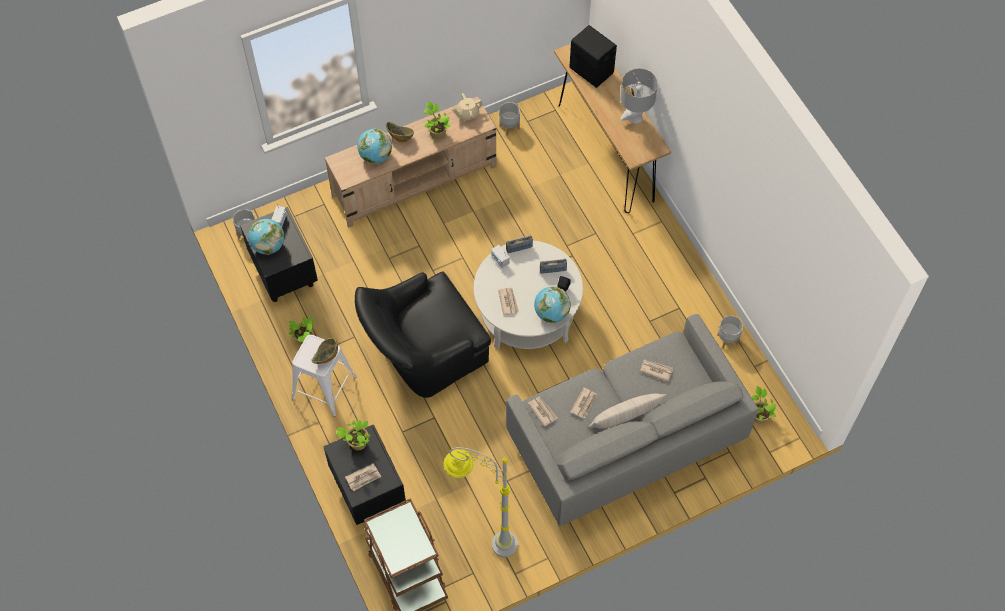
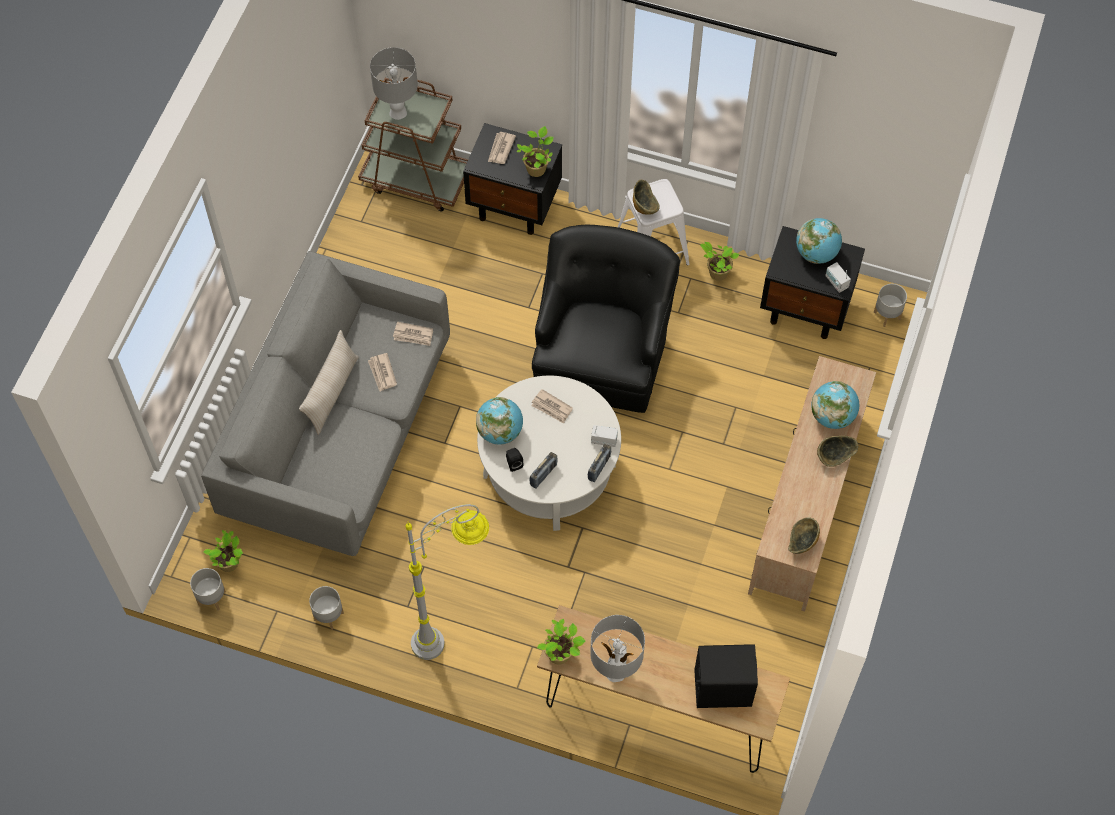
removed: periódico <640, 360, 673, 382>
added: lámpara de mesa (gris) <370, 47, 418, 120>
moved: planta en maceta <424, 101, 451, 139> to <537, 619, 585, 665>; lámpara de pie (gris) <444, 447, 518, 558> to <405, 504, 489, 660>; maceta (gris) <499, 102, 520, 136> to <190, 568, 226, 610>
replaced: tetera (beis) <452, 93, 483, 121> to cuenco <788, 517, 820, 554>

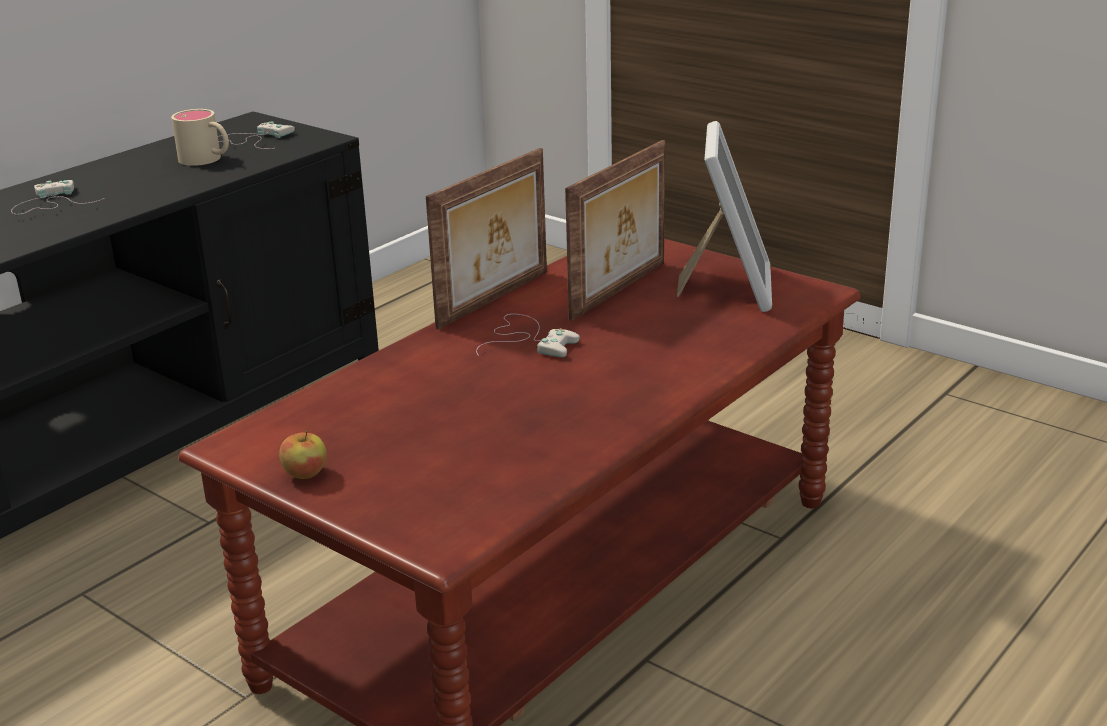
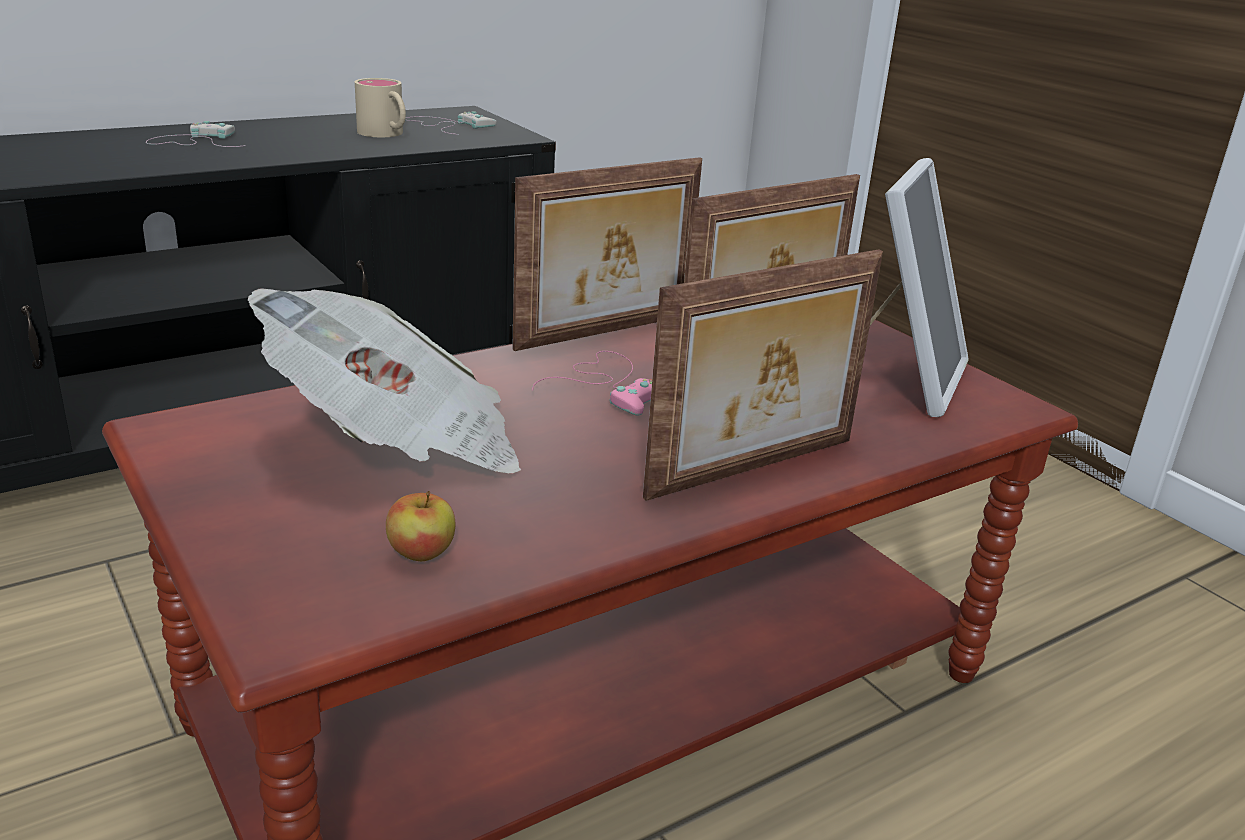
added: periódico <248, 288, 521, 473>; portarretratos <643, 249, 883, 501>
moved: manzana <279, 429, 327, 479> to <386, 491, 455, 561>
recoloured: mando de consola (blanco) <476, 314, 580, 357> to mando de consola (rosa) <532, 351, 652, 416>

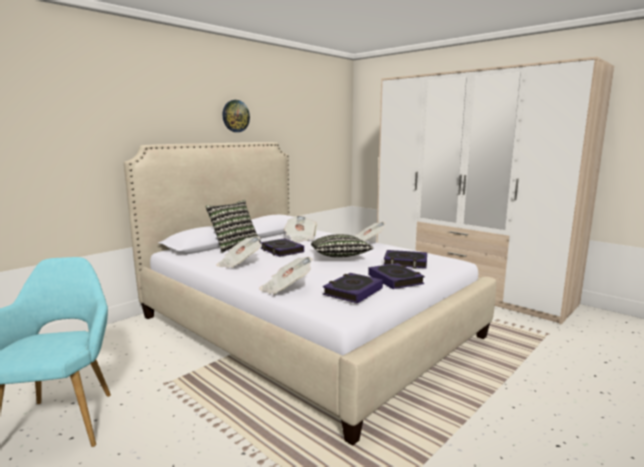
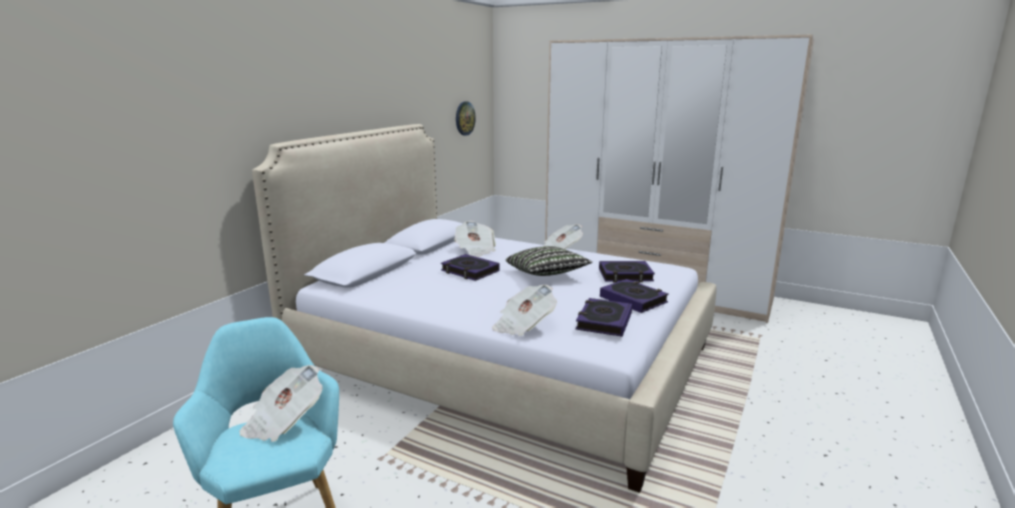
removed: cojín <205, 200, 261, 253>
moved: periódico <216, 236, 261, 268> to <239, 365, 323, 442>; reloj de pared <223, 100, 250, 132> to <456, 101, 476, 136>

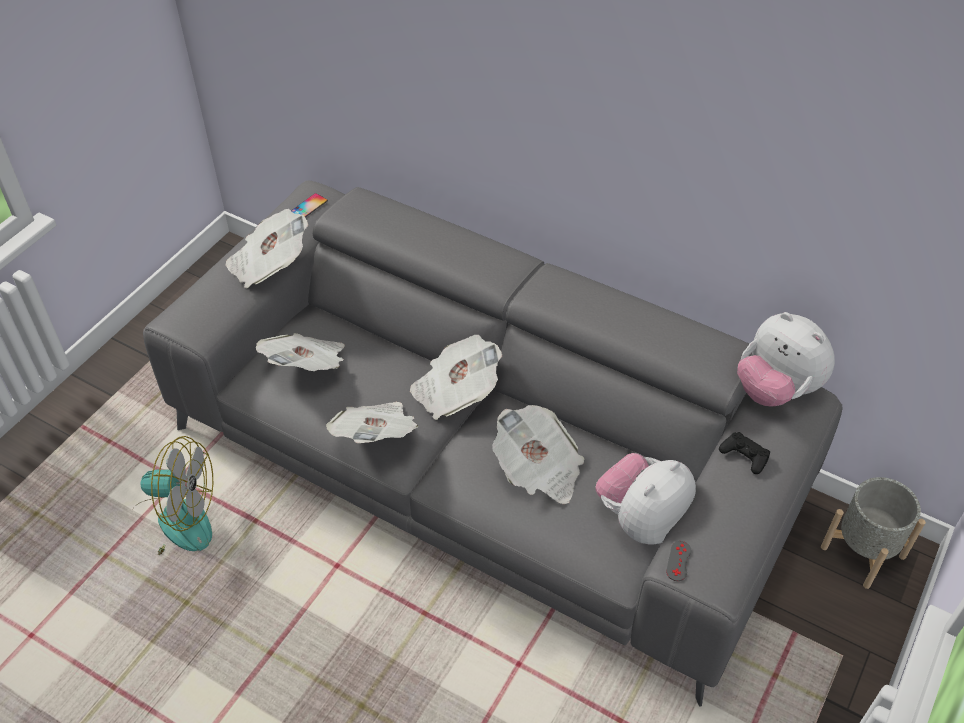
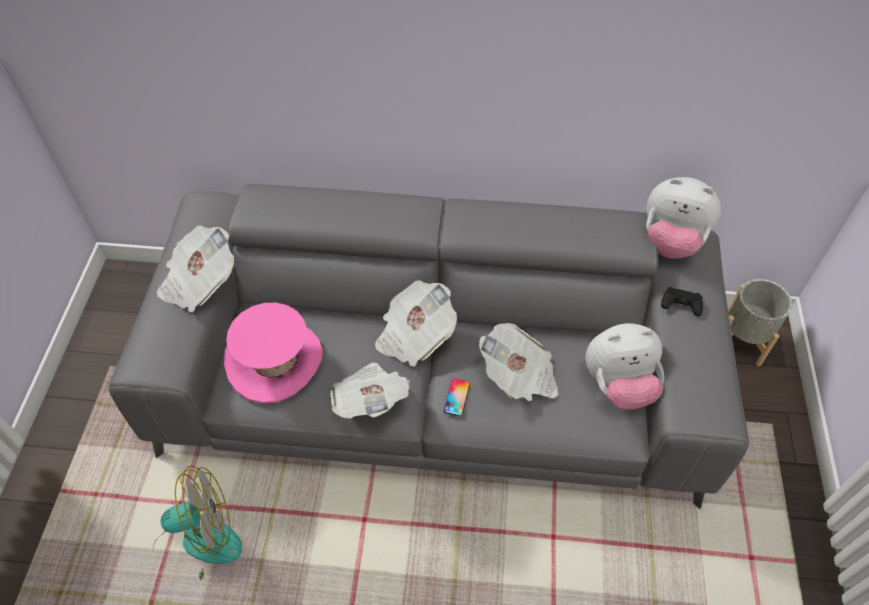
removed: mando de consola (gris) <666, 541, 692, 581>
moved: móvil <291, 193, 328, 217> to <444, 379, 470, 416>
replaced: periódico <256, 333, 345, 371> to sombrero (rosa) <224, 303, 323, 404>
turned: peluche <595, 453, 696, 544> = <585, 323, 664, 410> 120 degrees counterclockwise

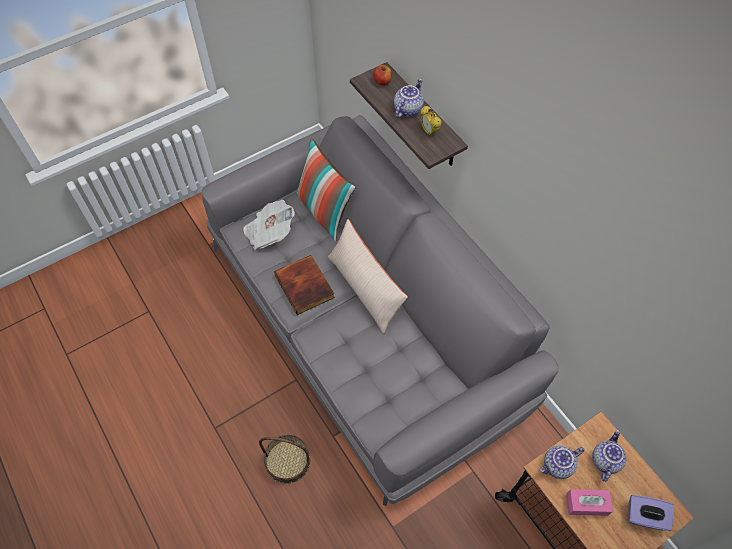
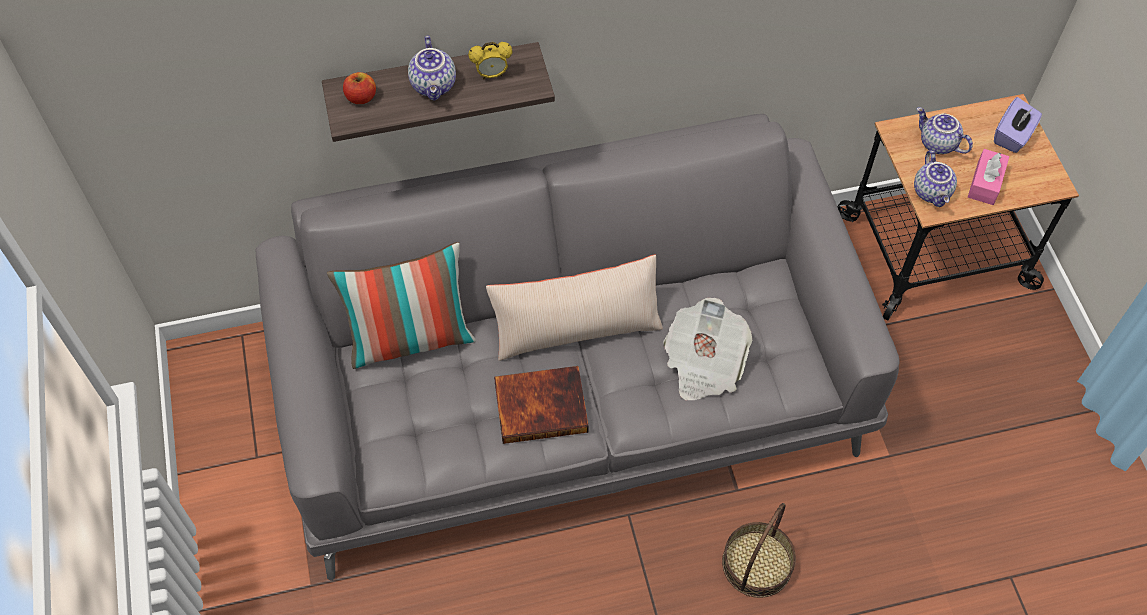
moved: periódico <243, 200, 295, 250> to <663, 298, 753, 401>
turned: tetera <394, 79, 424, 118> = <408, 36, 456, 101> 150 degrees counterclockwise

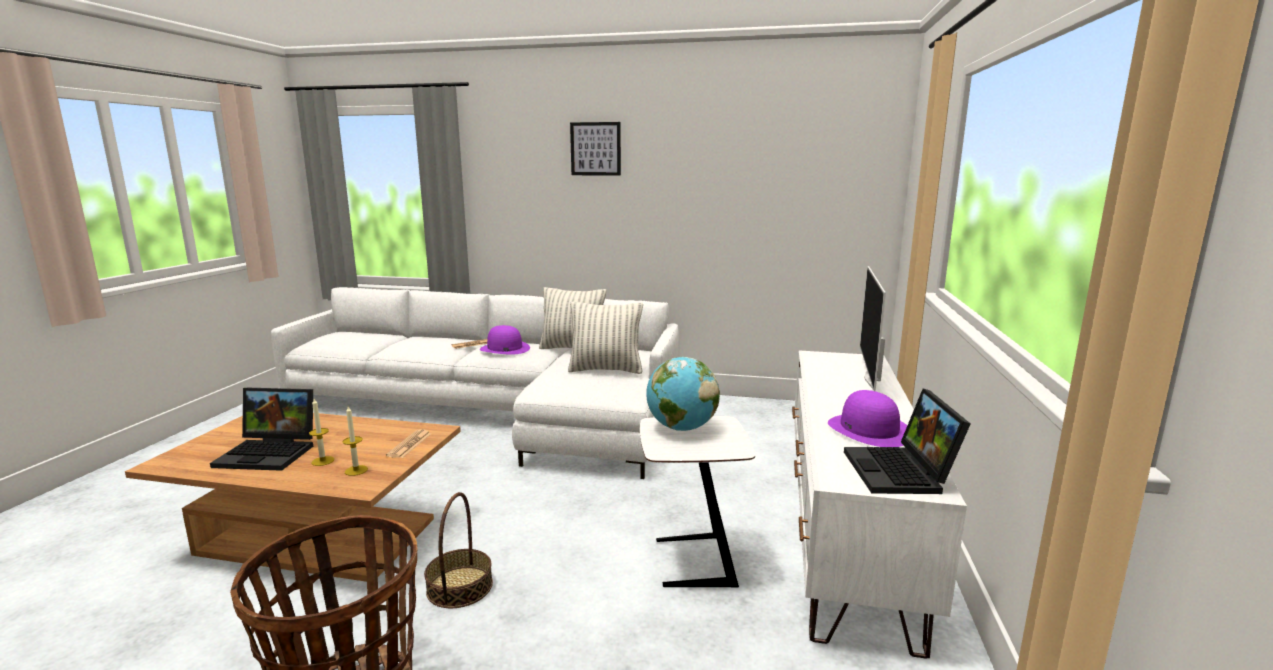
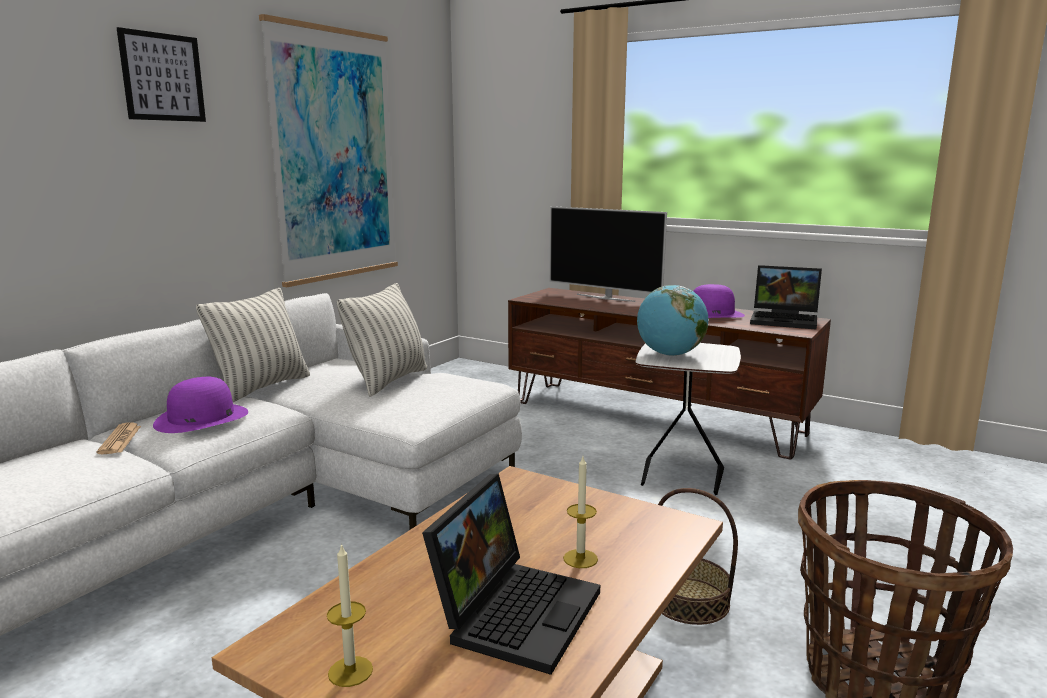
removed: periódico <386, 429, 431, 458>
added: cuadro <259, 14, 398, 287>
moved: vela <342, 406, 368, 476> to <327, 543, 373, 687>
recoloured: mueble de televisión (blanco) <792, 351, 967, 659> to mueble de televisión (marrón) <508, 288, 831, 460>

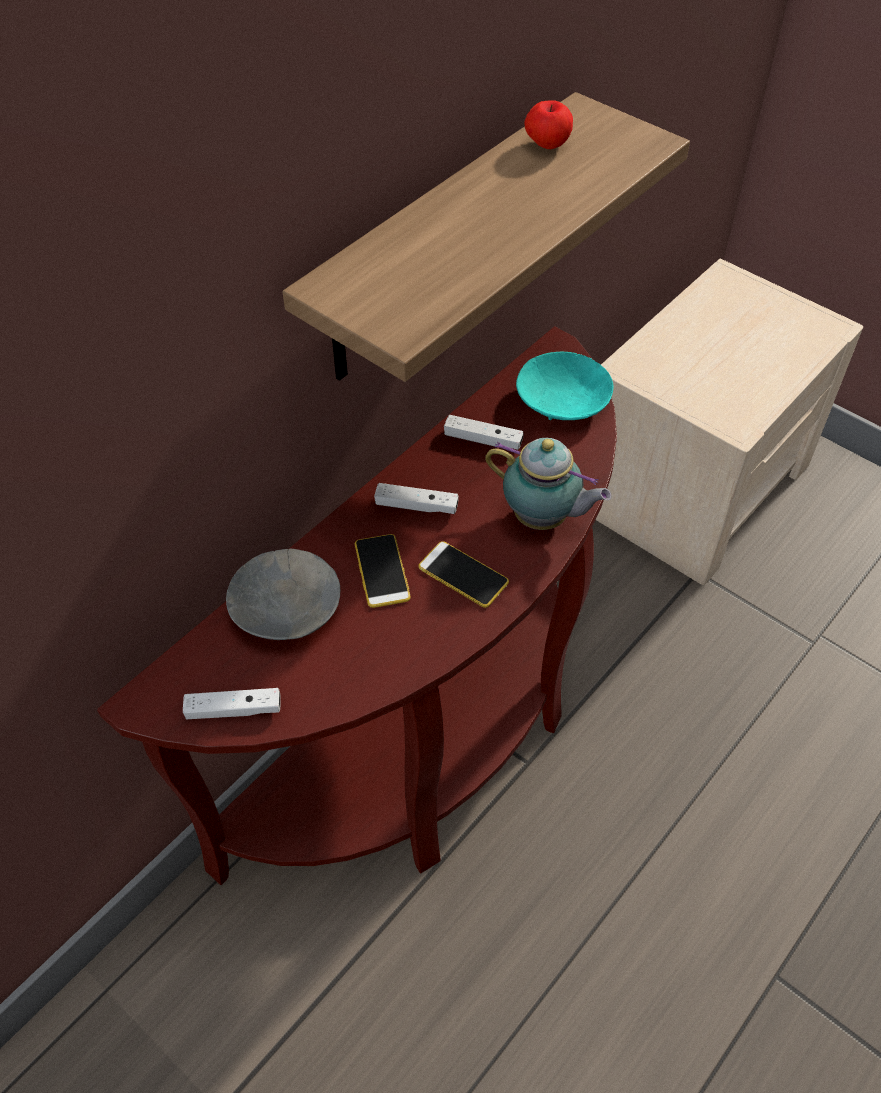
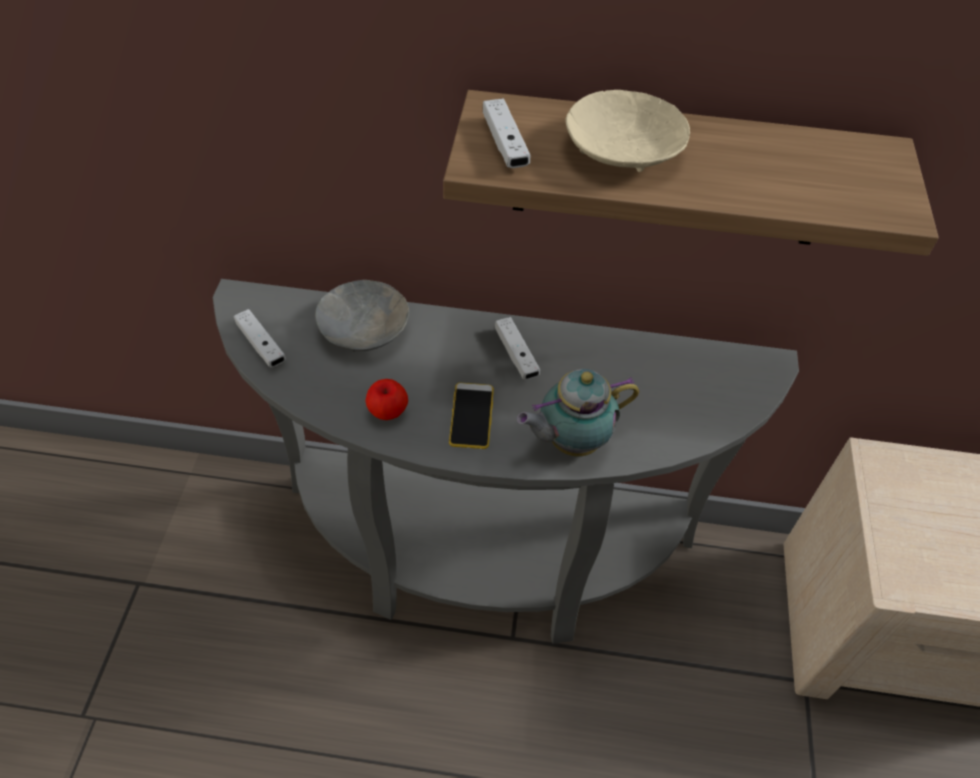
removed: móvil <355, 534, 411, 608>; cuenco (turquesa) <516, 352, 613, 420>
added: cuenco (beis) <565, 90, 690, 172>
moved: mando de consola (blanco) <444, 415, 523, 450> to <483, 99, 530, 168>; manzana <524, 100, 573, 149> to <365, 379, 408, 420>
recoloured: mesa consola (marrón) <97, 326, 617, 885> to mesa consola (gris) <213, 279, 799, 644>
turned: tetera <485, 438, 612, 530> = <516, 369, 639, 457> 75 degrees clockwise

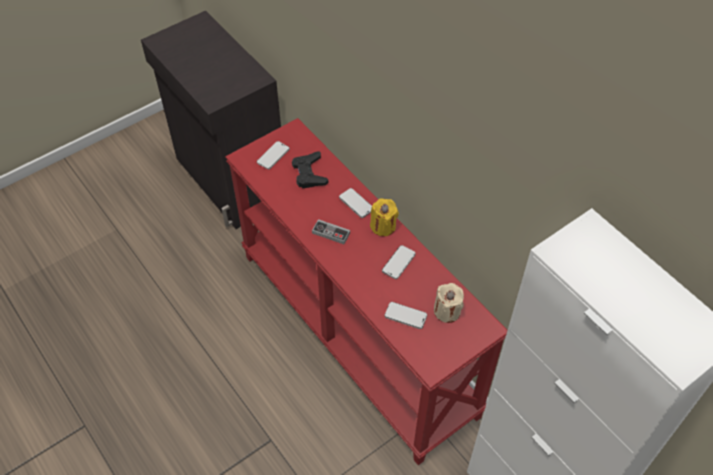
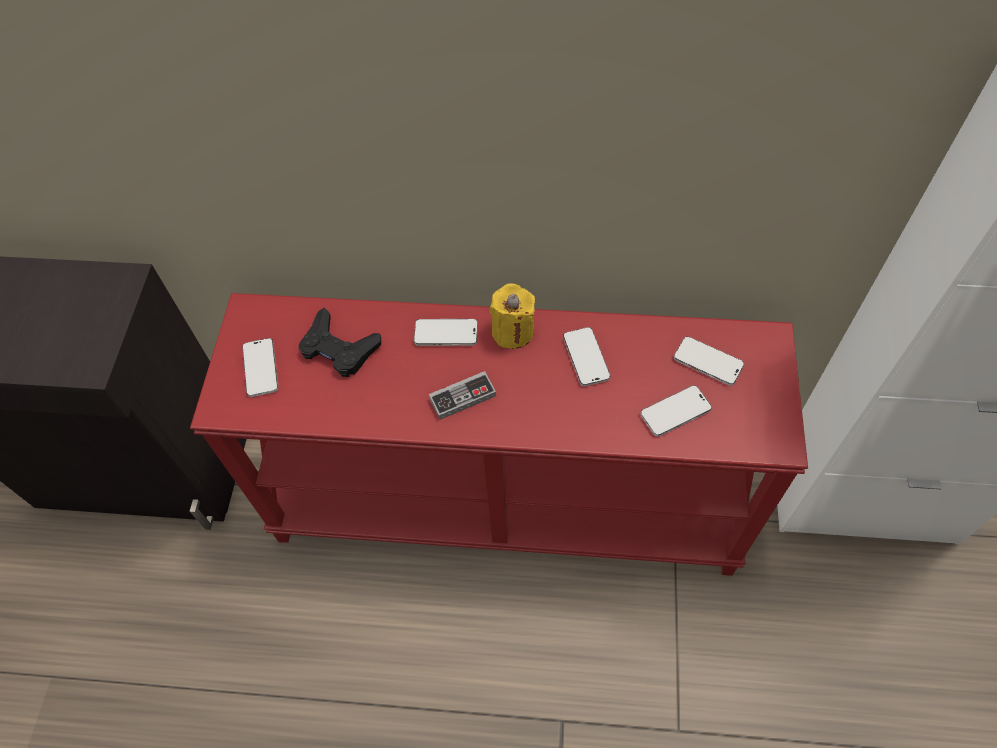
replaced: vela (beis) <434, 283, 464, 323> to móvil <674, 337, 744, 385>

